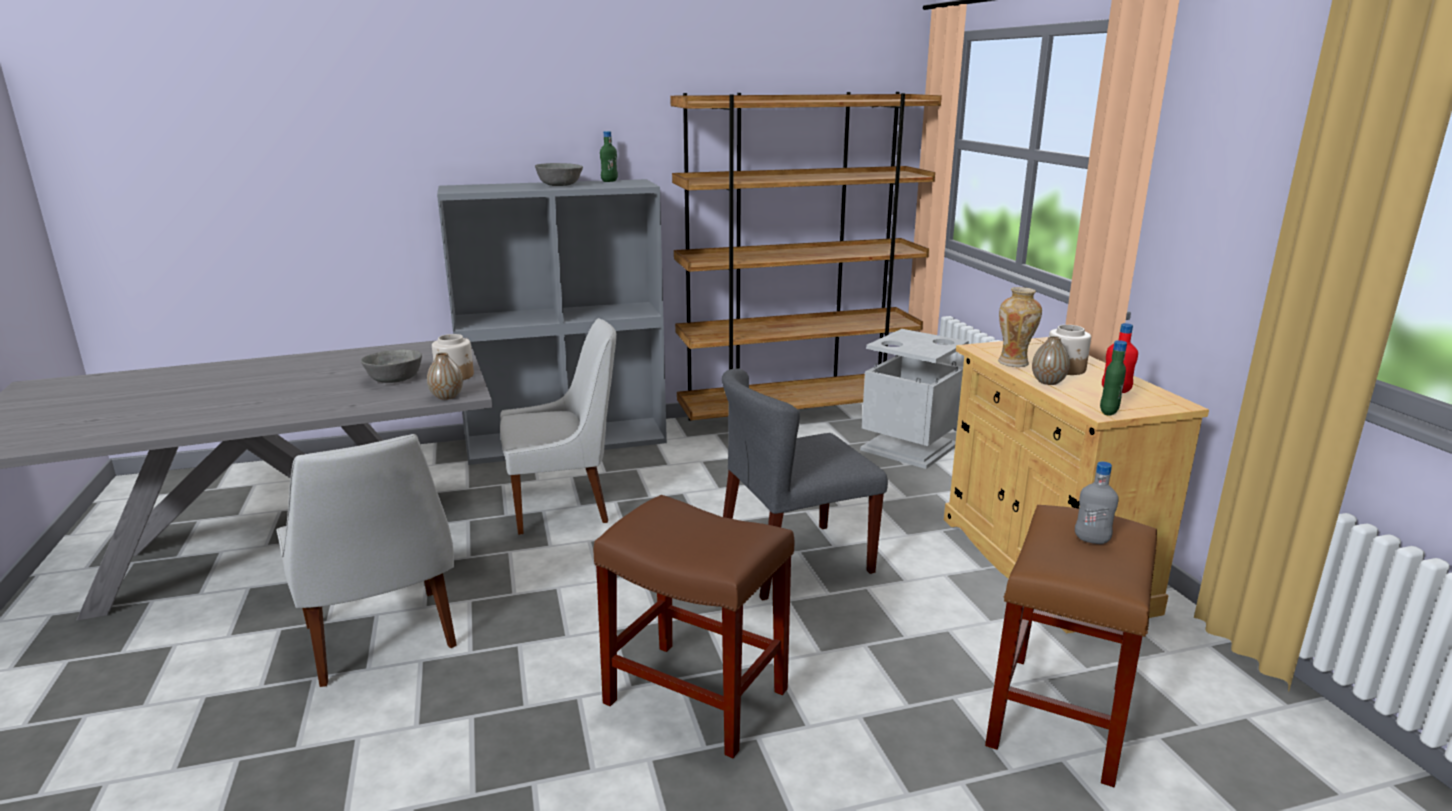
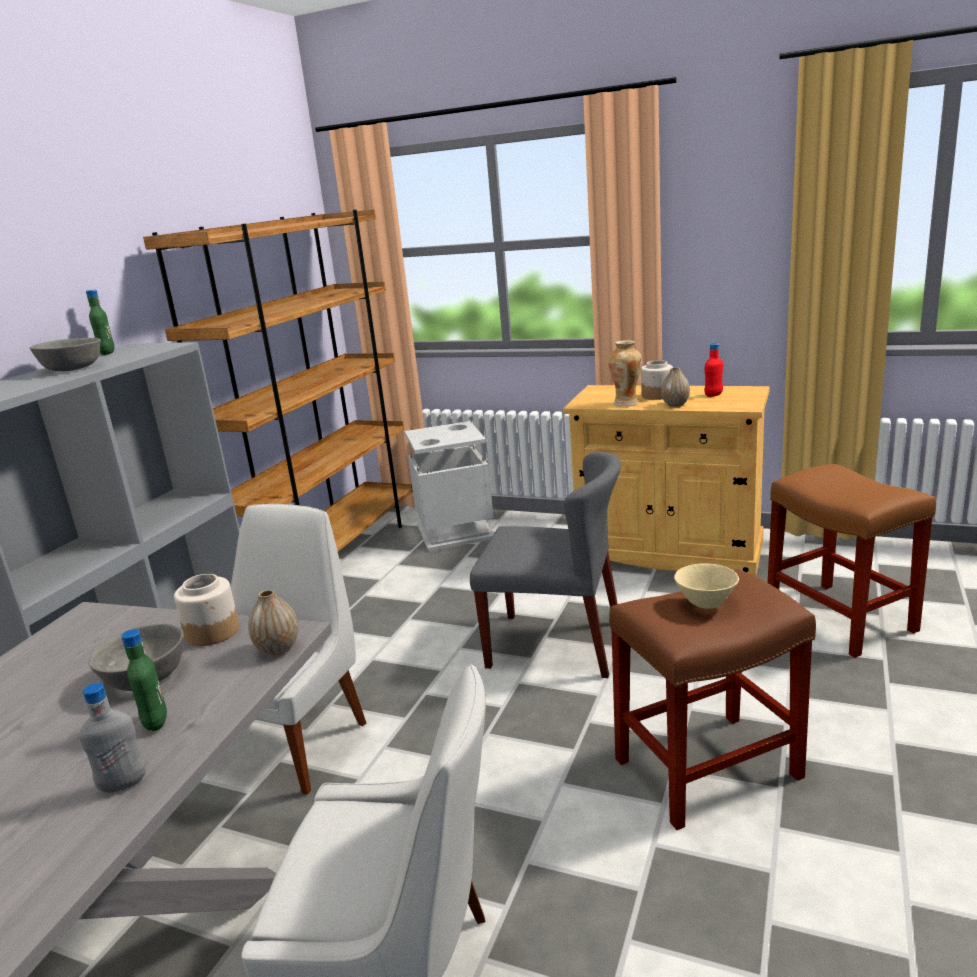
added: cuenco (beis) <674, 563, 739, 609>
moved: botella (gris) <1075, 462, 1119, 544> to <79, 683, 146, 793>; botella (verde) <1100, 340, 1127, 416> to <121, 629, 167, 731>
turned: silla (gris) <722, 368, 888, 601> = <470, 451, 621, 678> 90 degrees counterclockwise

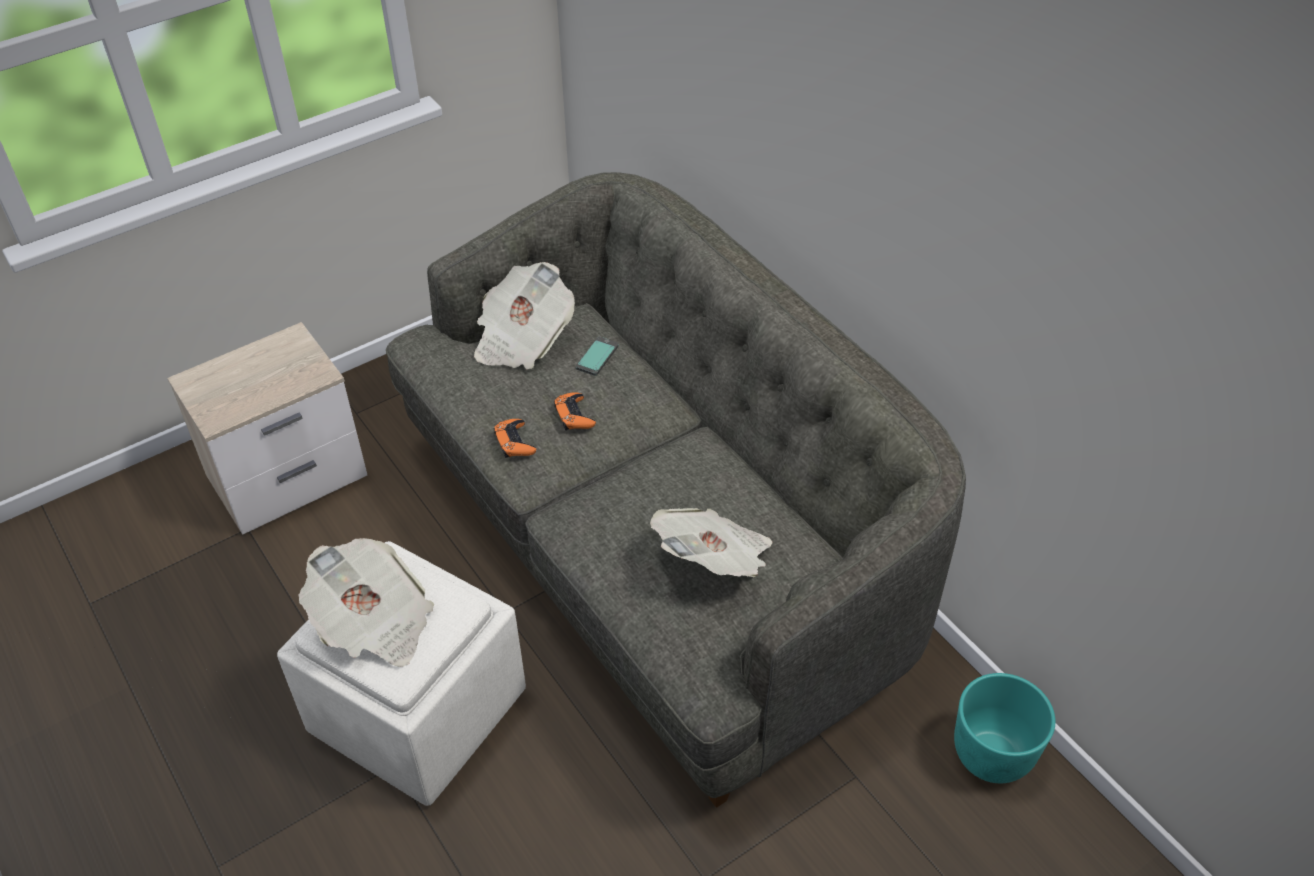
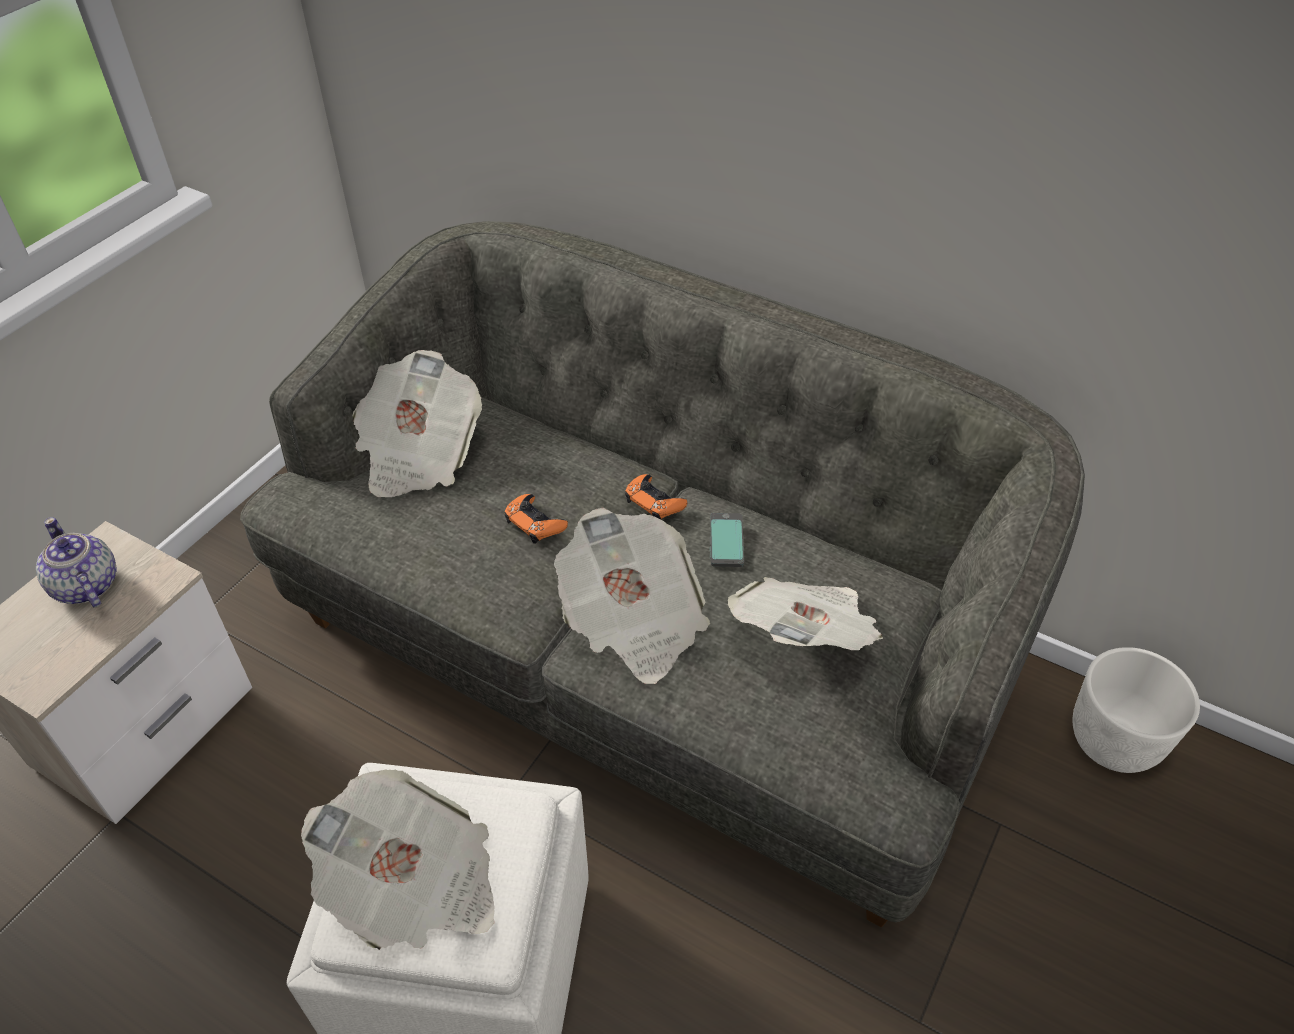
added: tetera <36, 517, 117, 607>; periódico <554, 508, 710, 684>
moved: mando de consola (naranja) <494, 419, 537, 458> to <625, 474, 687, 519>; móvil <576, 337, 619, 376> to <710, 513, 744, 567>
recoloured: maceta (turquesa) <954, 673, 1055, 783> to maceta (blanco) <1073, 647, 1200, 773>

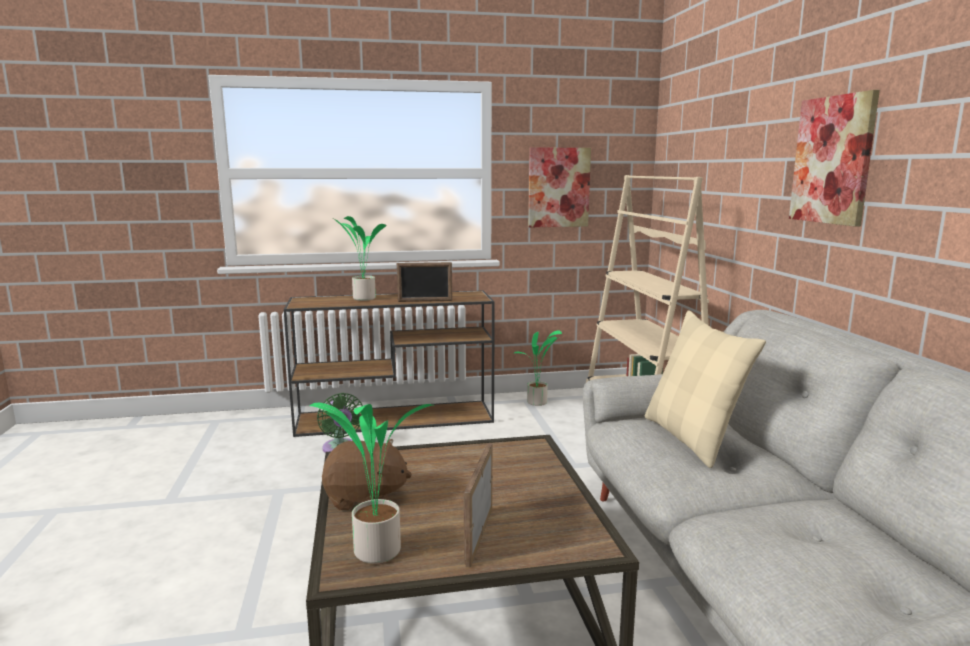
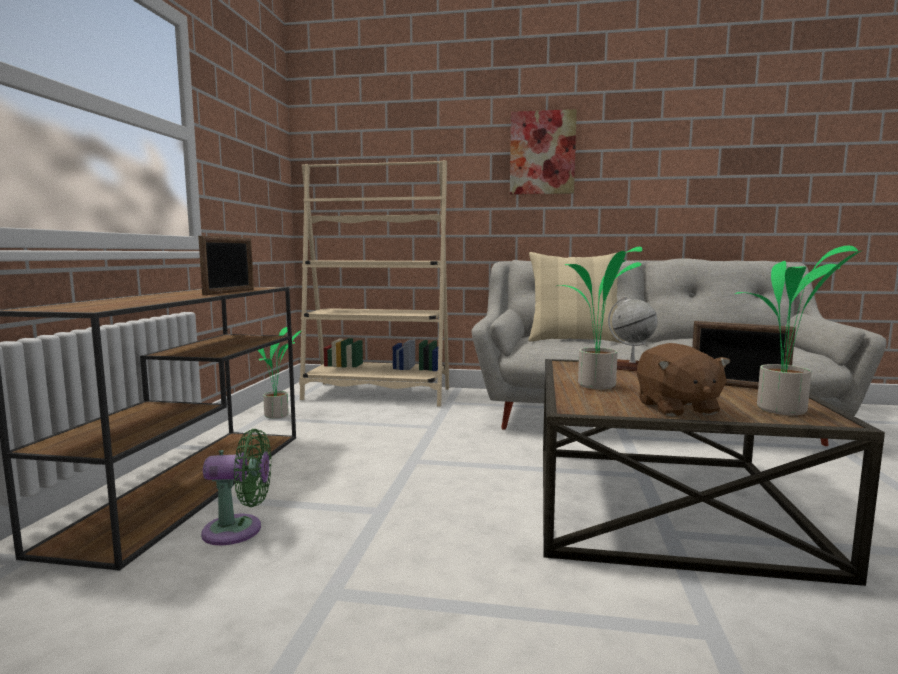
removed: cuadro <528, 147, 591, 227>
added: globo terráqueo <608, 297, 658, 371>
moved: planta en maceta <333, 216, 387, 301> to <557, 247, 642, 389>
turned: peluche (marrón) <322, 439, 412, 510> = <637, 343, 731, 417> 150 degrees clockwise

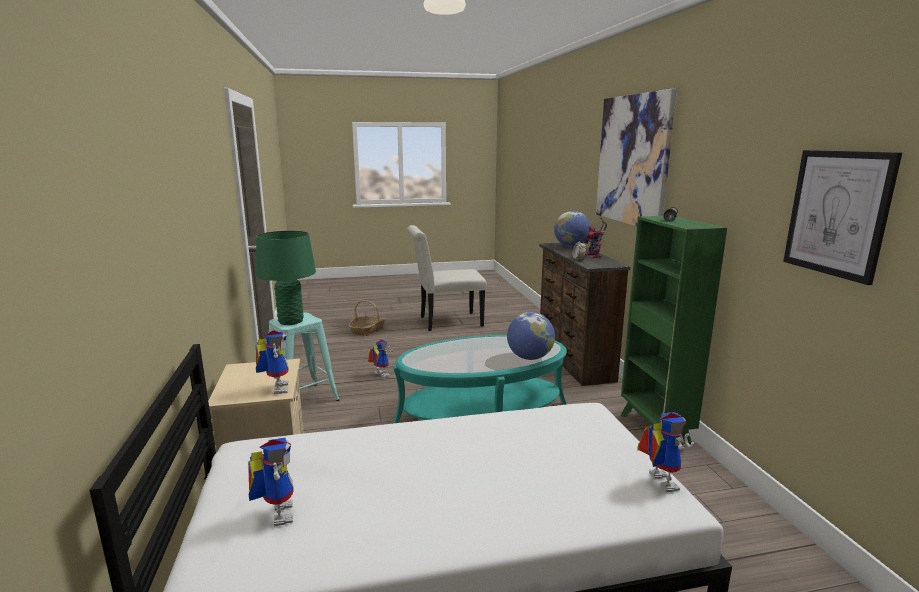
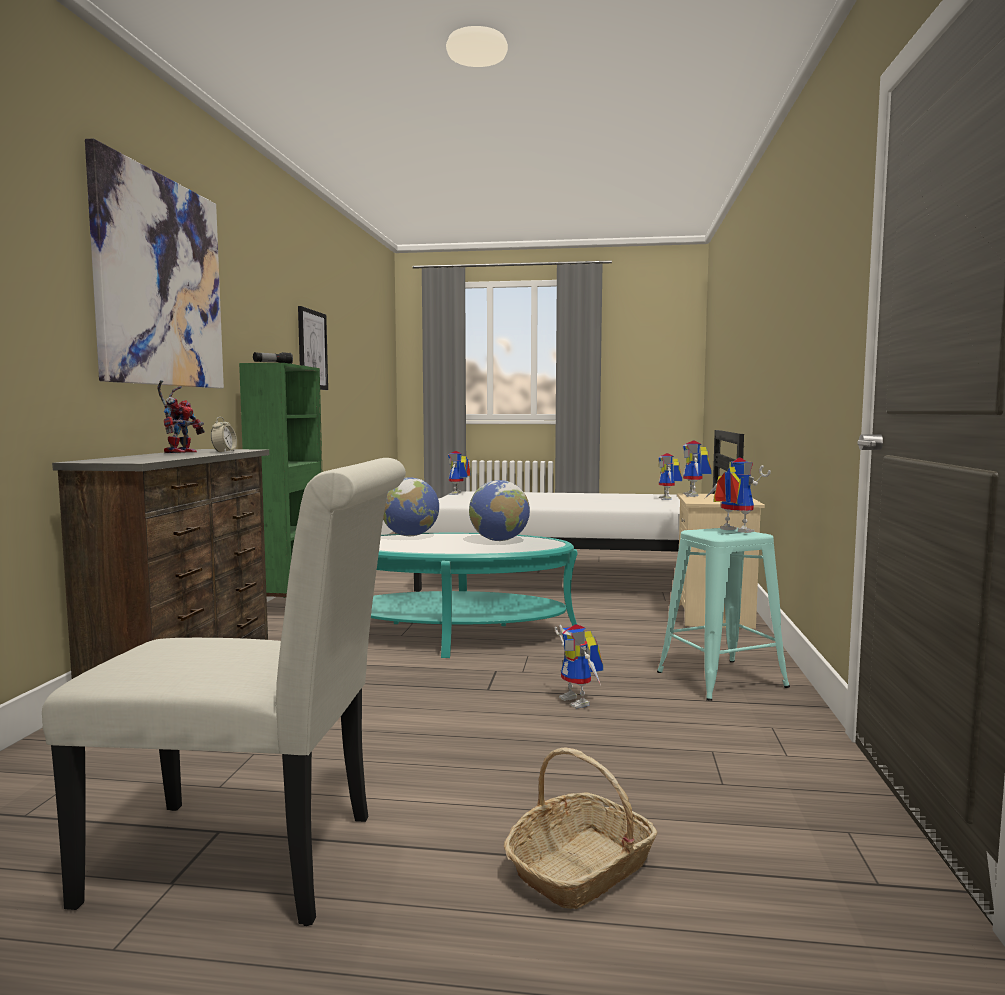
moved: globo terráqueo <554, 211, 590, 247> to <469, 480, 530, 541>
replaced: lámpara de mesa (verde) <256, 231, 316, 325> to robot de juguete <705, 457, 771, 533>

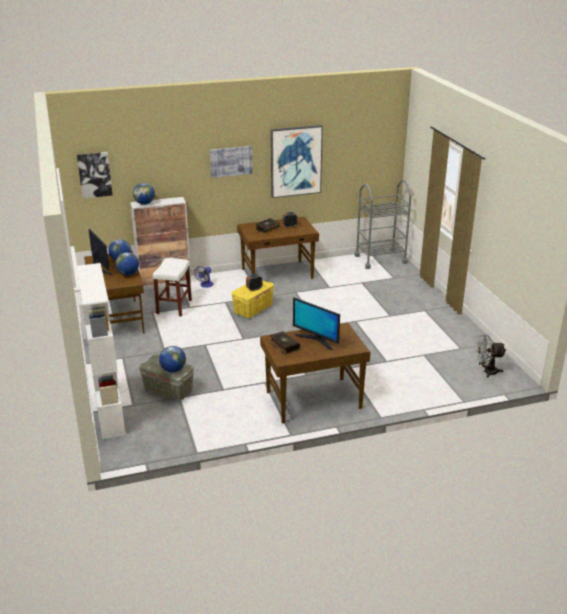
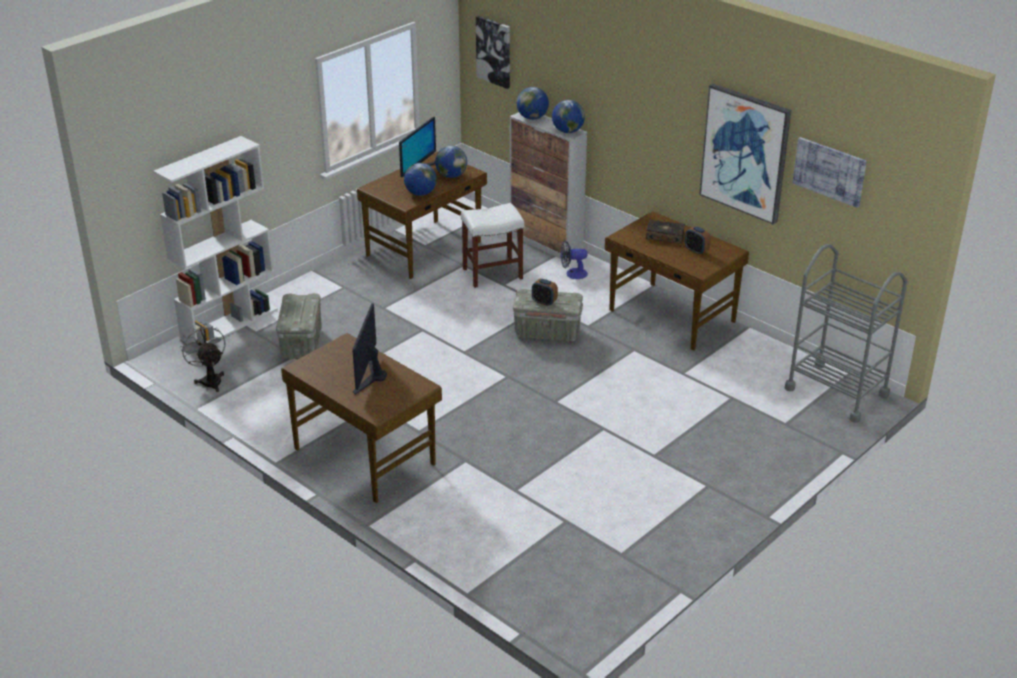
removed: libro <269, 331, 300, 354>
moved: globo terráqueo <159, 346, 186, 372> to <552, 100, 585, 133>; cuadro <210, 146, 253, 178> to <793, 137, 867, 208>; ventilador (gris) <476, 335, 506, 378> to <180, 324, 225, 392>
recoloured: caja de almacenaje (amarillo) <231, 280, 274, 318> to caja de almacenaje (gris) <513, 289, 583, 342>

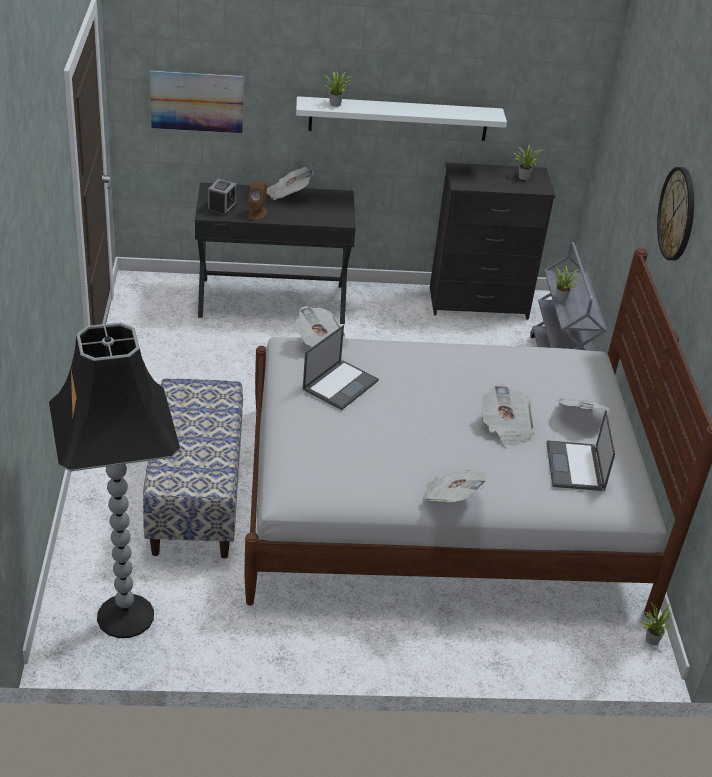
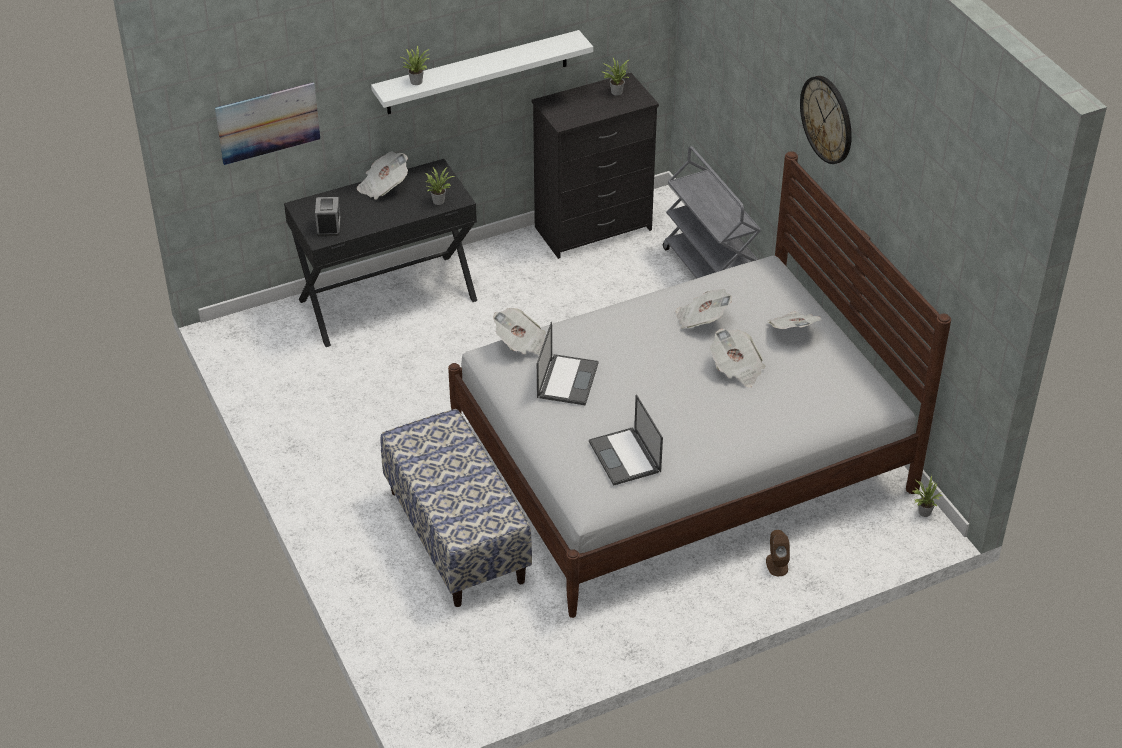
removed: lámpara de pie (negro) <48, 322, 181, 638>
moved: altavoz (marrón) <248, 180, 268, 220> to <766, 530, 790, 576>; periódico <422, 470, 486, 502> to <675, 289, 732, 329>; portátil <547, 410, 615, 491> to <589, 394, 663, 486>; planta en maceta <555, 266, 581, 301> to <424, 167, 455, 205>

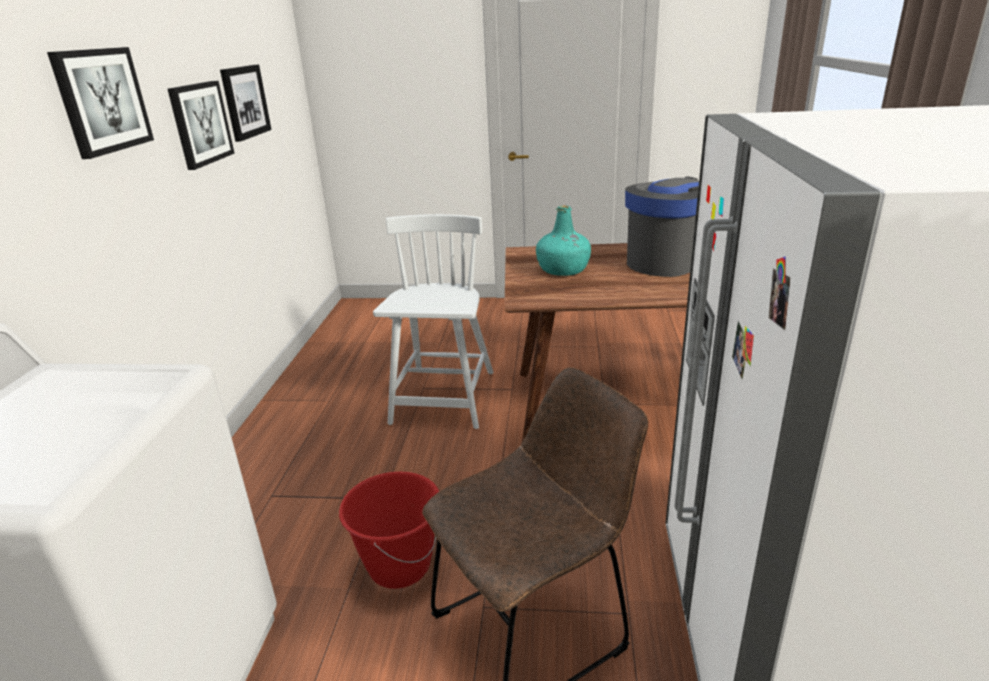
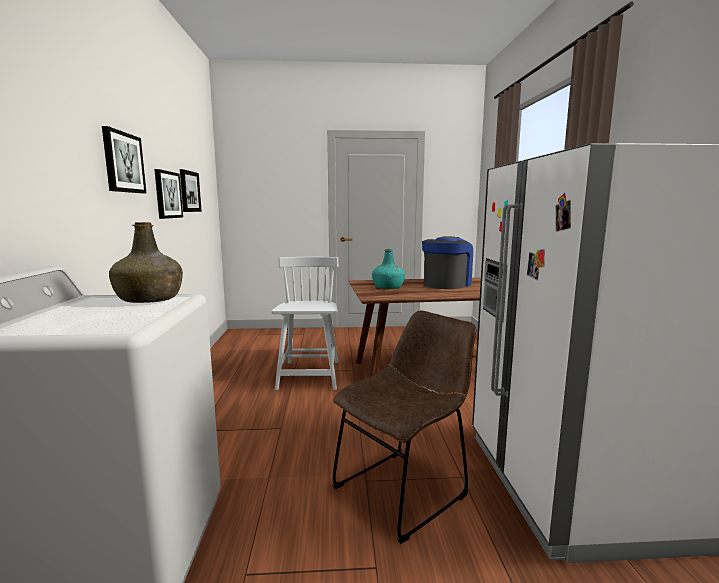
removed: cubo (rojo) <339, 472, 439, 589>
added: botella (verde) <109, 222, 183, 303>

